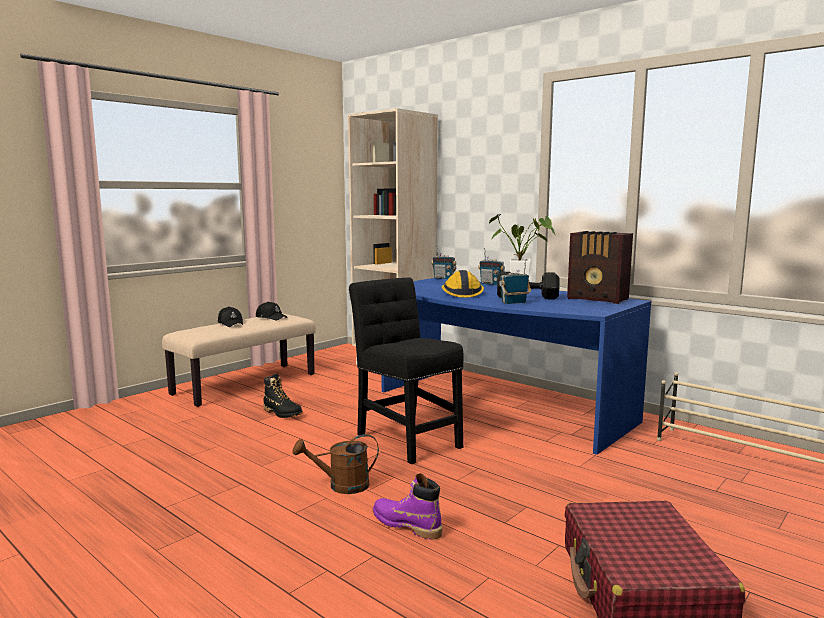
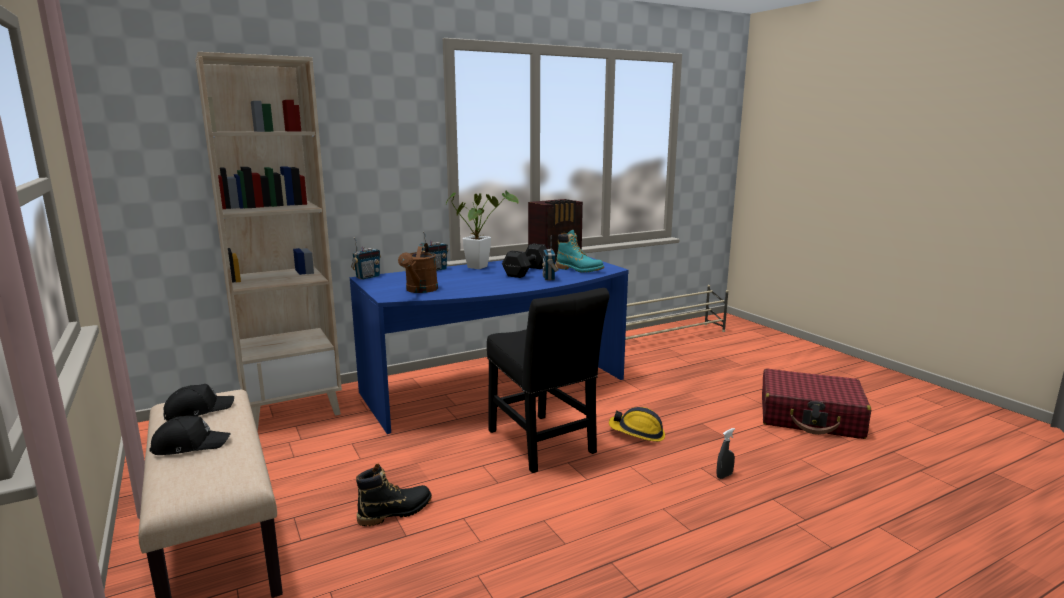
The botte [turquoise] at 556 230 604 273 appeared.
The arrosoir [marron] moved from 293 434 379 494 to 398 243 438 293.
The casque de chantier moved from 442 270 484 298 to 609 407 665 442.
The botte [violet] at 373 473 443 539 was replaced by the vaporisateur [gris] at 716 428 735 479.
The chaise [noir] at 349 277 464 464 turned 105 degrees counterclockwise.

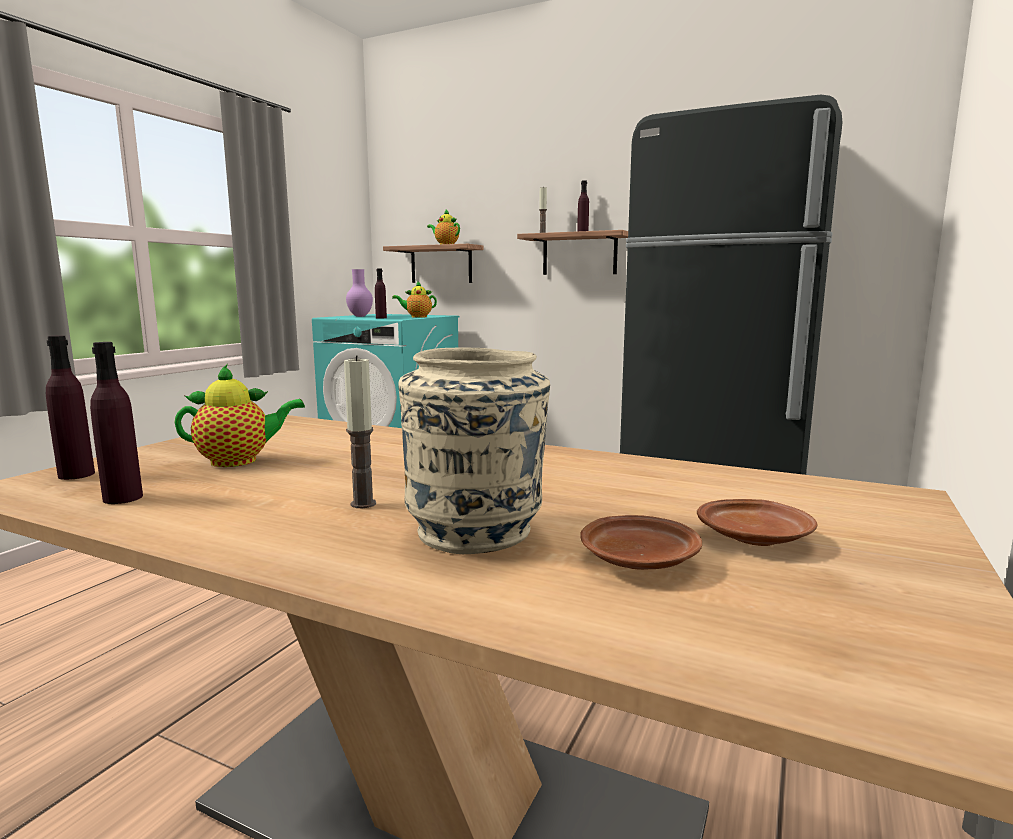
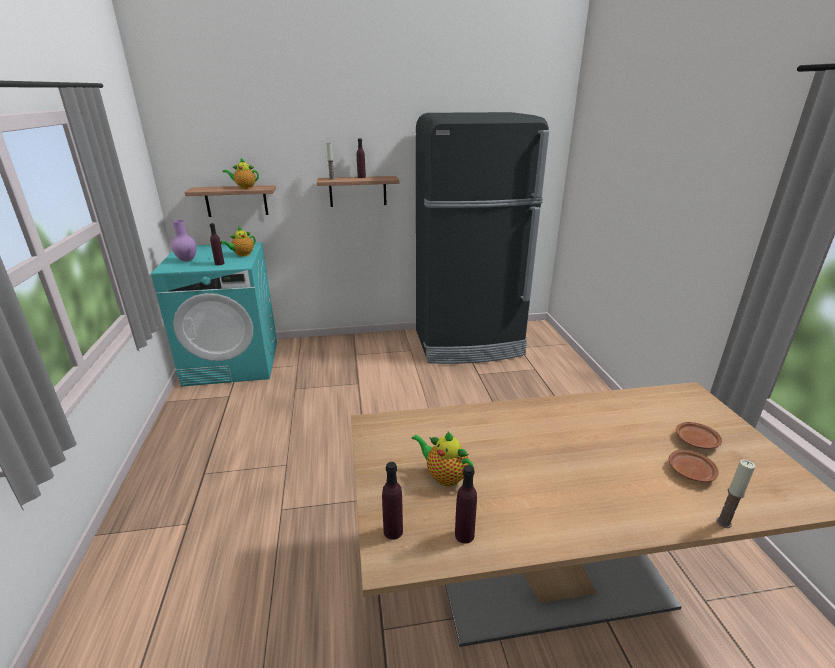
The vase [beige] at 398 347 550 554 disappeared.
The bougie moved from 344 355 376 508 to 716 459 755 528.
The théière at 175 364 305 467 turned 90 degrees counterclockwise.

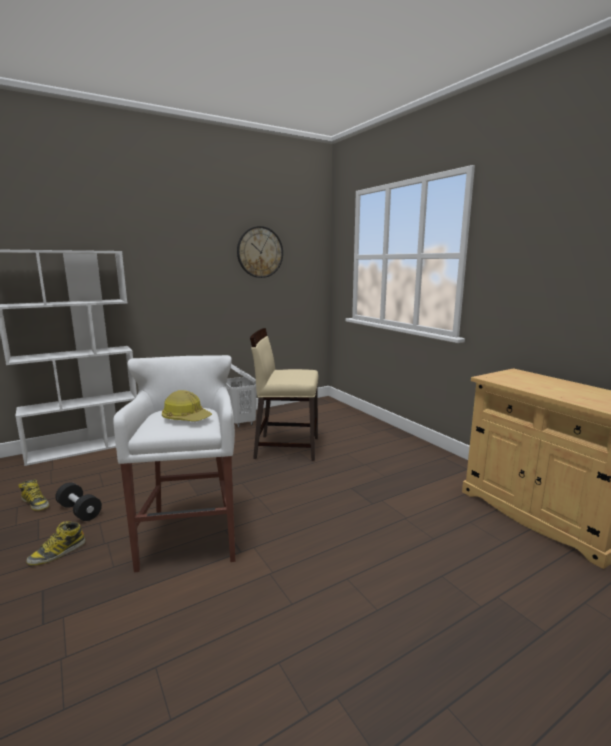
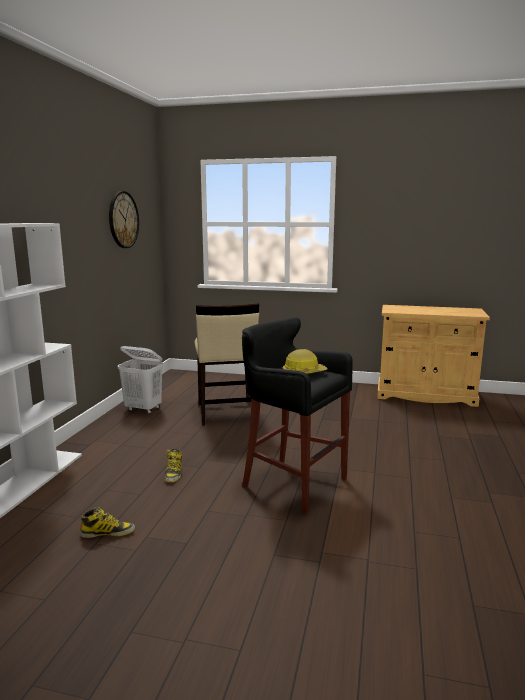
The haltère [noir] at 55 482 102 521 disappeared.
The botte moved from 26 521 86 565 to 165 449 182 482.
The tabouret [blanc] at 113 355 235 573 became the tabouret [noir] at 242 317 353 514.
The chaise [beige] at 250 328 319 461 turned 60 degrees counterclockwise.

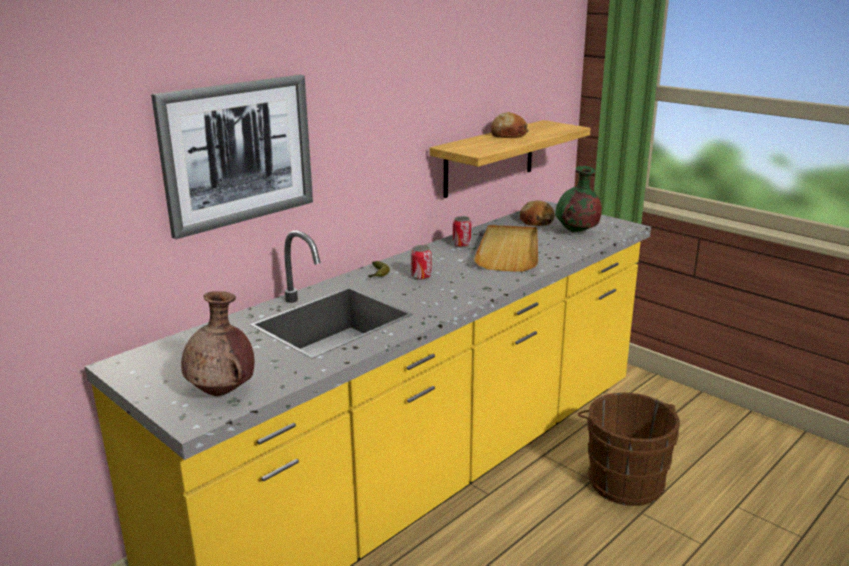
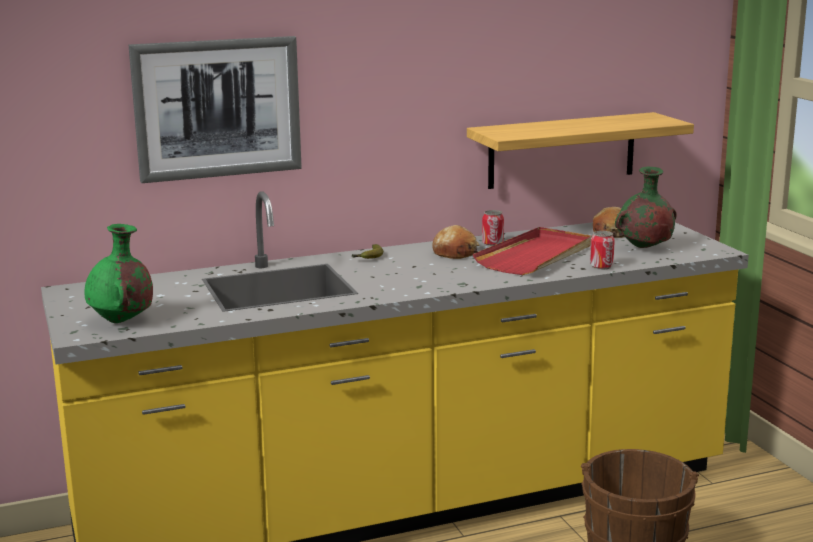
The boîte métallique moved from 411 245 432 280 to 590 231 615 270.
The pain moved from 490 112 529 138 to 432 225 479 259.
The vase [marron] at 181 291 254 396 became the vase [vert] at 84 224 153 323.
The plateau [beige] at 474 225 538 271 became the plateau [rouge] at 473 227 592 275.

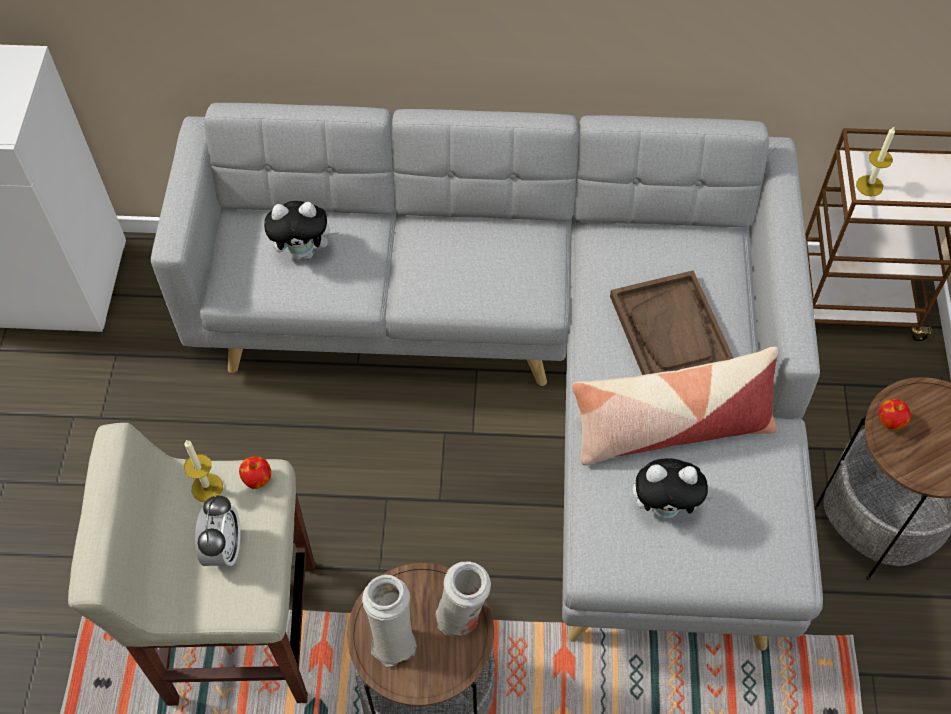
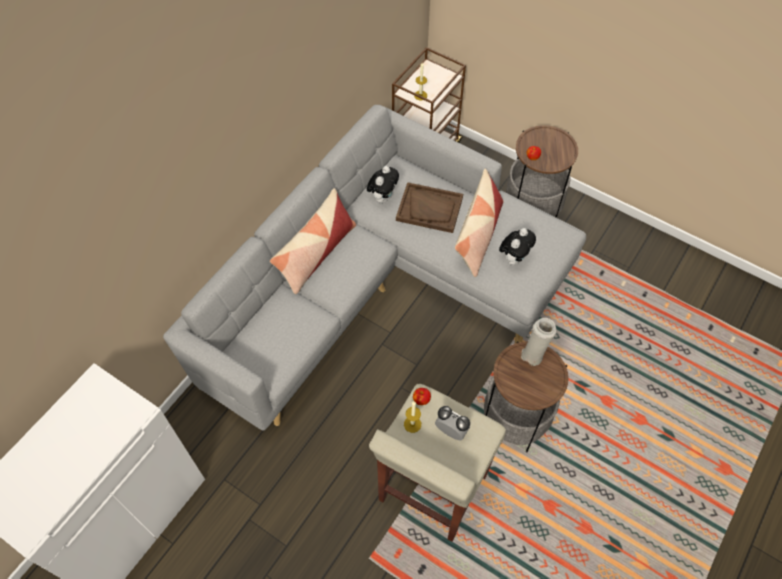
The vase [blanc] at 362 575 417 667 disappeared.
The coussin at 270 188 356 294 appeared.
The peluche moved from 264 201 339 260 to 367 166 399 204.

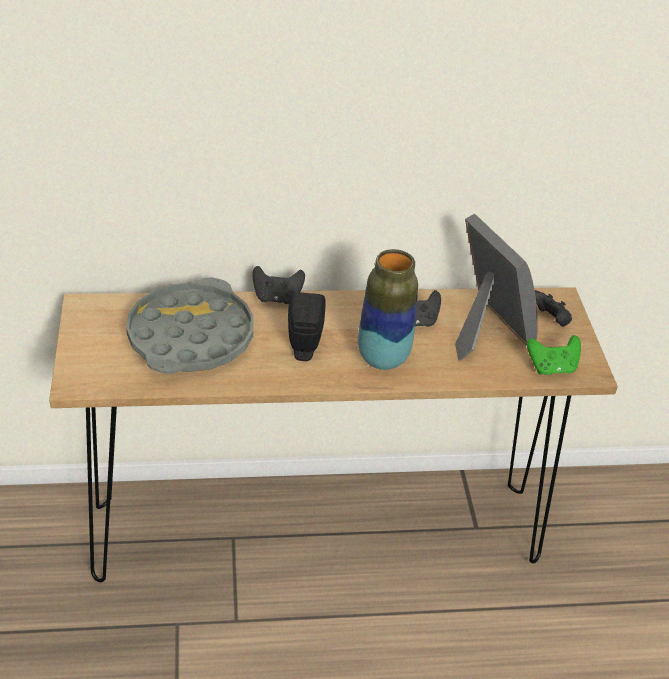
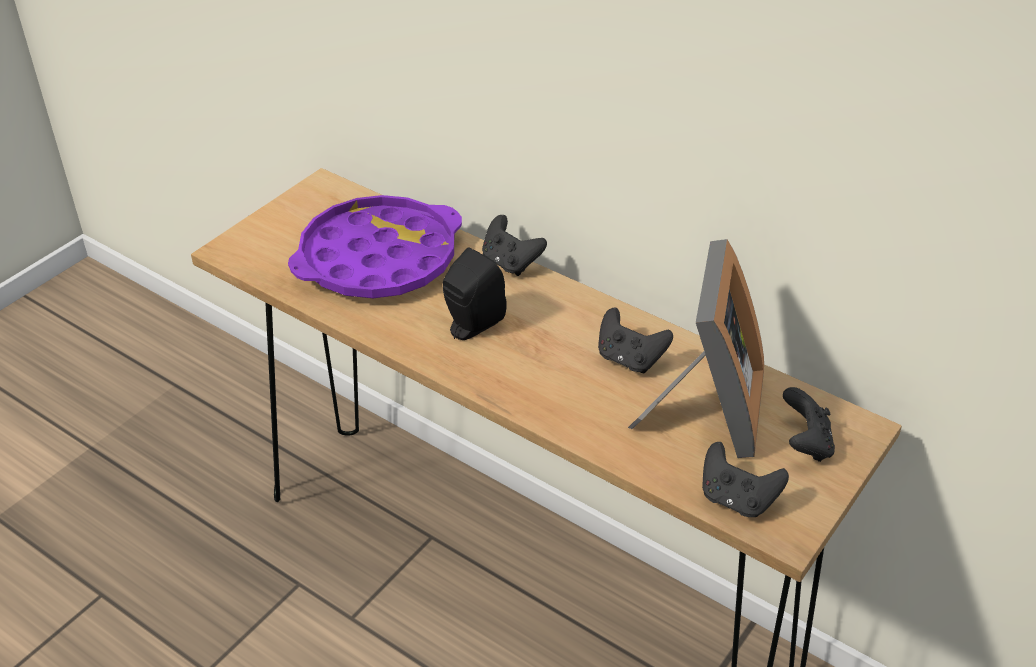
The vase at 358 249 418 370 disappeared.
The plateau [gris] at 126 277 253 374 became the plateau [violet] at 288 195 462 298.
The manette [vert] at 527 335 581 375 became the manette [noir] at 702 442 789 517.

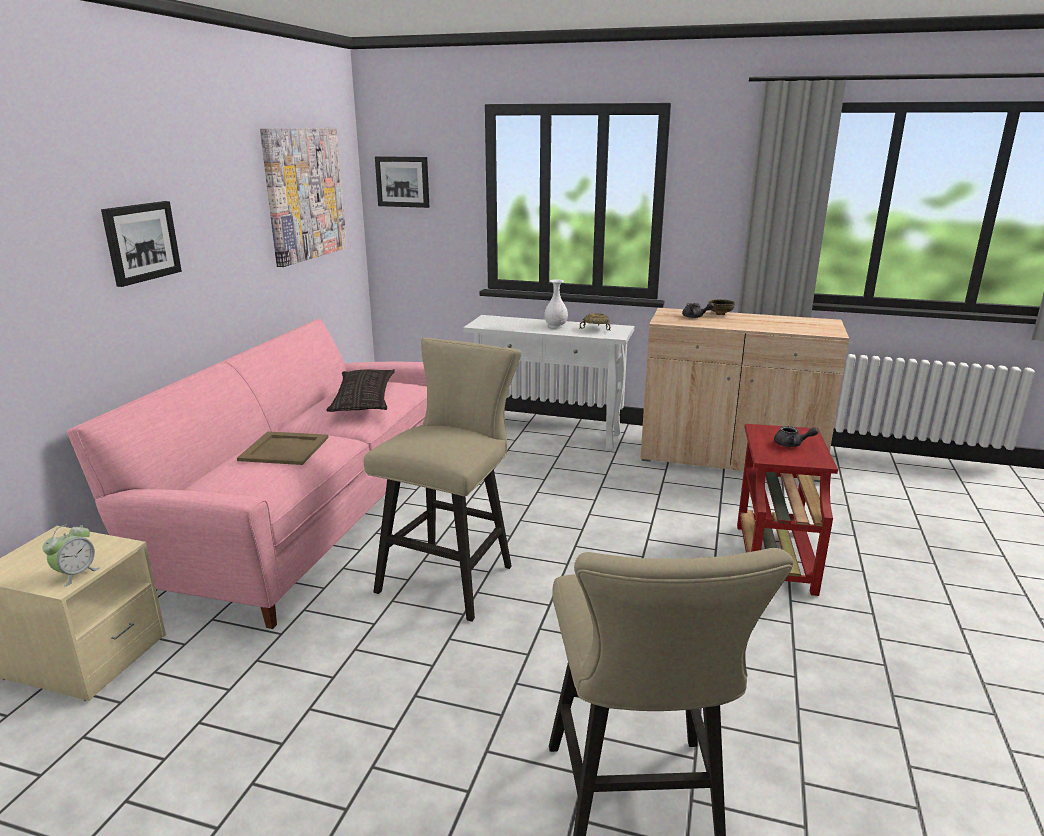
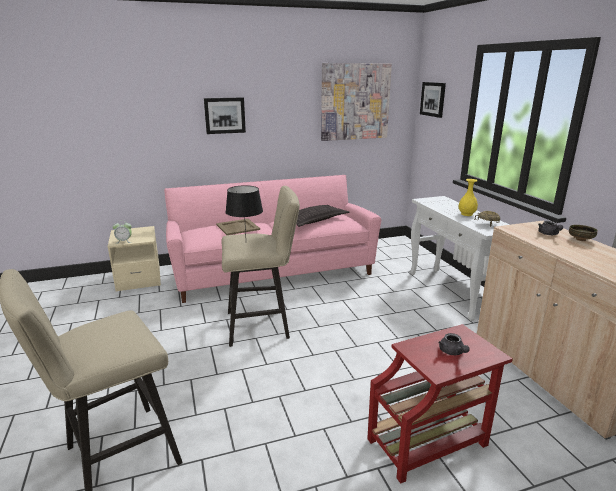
The lampe de table [noir] at 225 185 263 237 appeared.
The vase [blanc] at 544 279 568 328 became the vase [jaune] at 459 179 478 216.

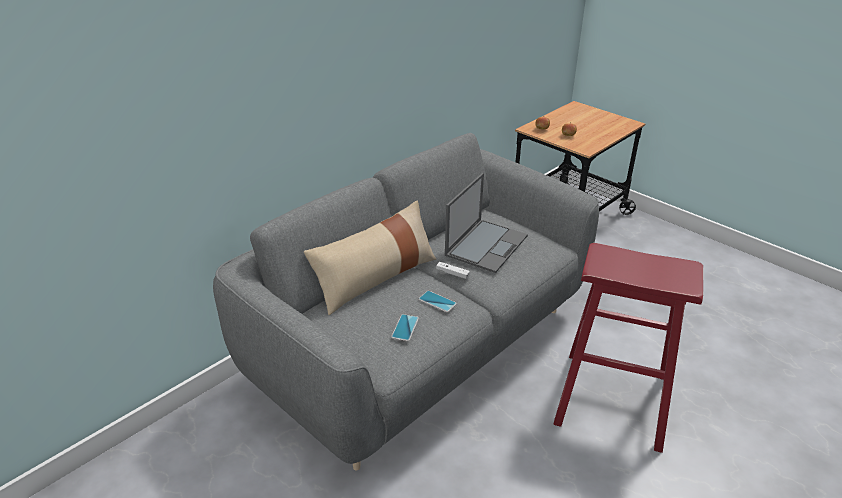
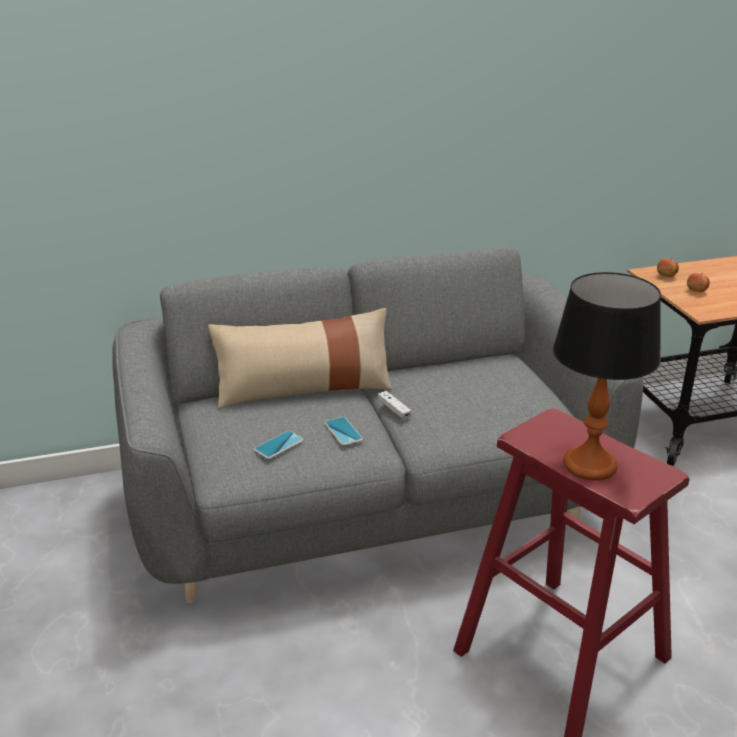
The ordinateur portable at 445 173 528 273 disappeared.
The lampe de table at 553 272 661 481 appeared.

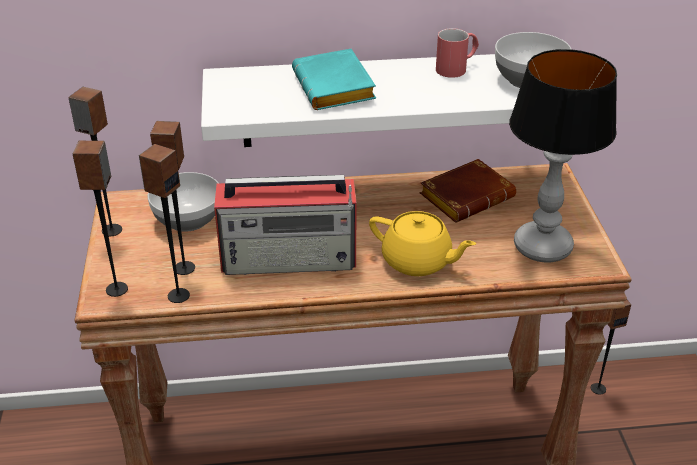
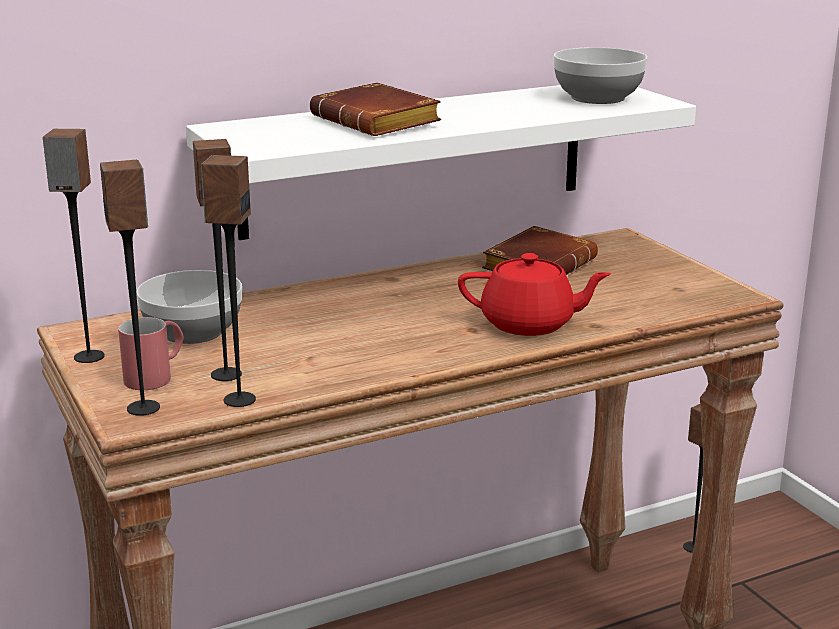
The radio at 214 175 357 275 disappeared.
The lampe de table at 509 49 617 262 disappeared.
The mug [rouge] moved from 436 28 479 78 to 118 317 184 390.
The livre [turquoise] at 292 49 376 110 became the livre [marron] at 310 82 441 136.
The théière [jaune] at 369 211 476 276 became the théière [rouge] at 458 253 611 336.

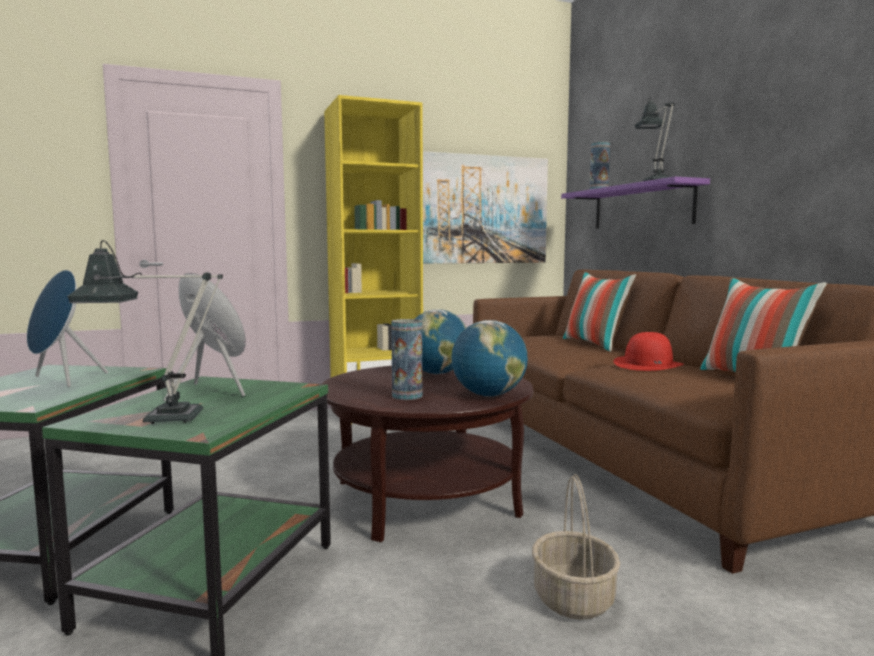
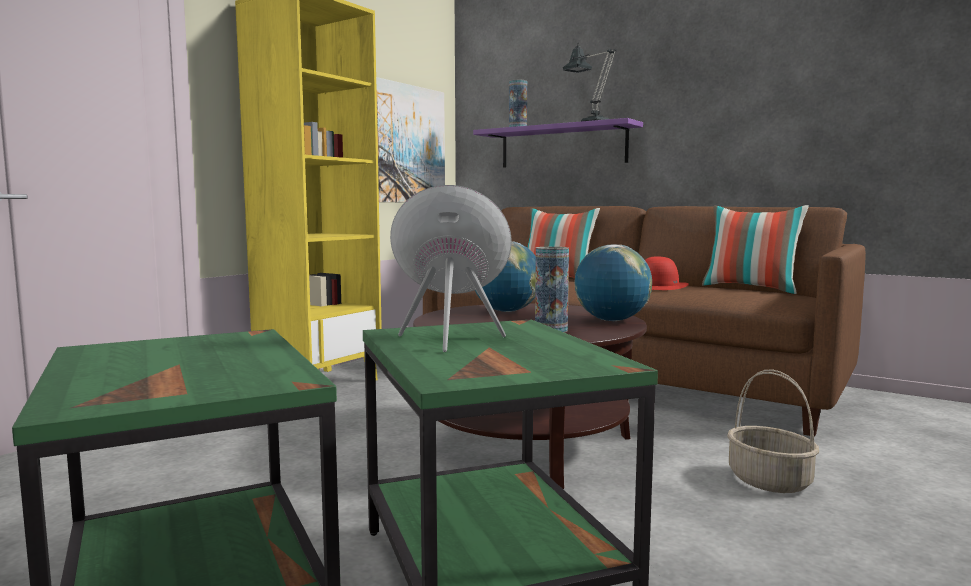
The enceinte [bleu] at 27 270 108 387 disappeared.
The lampe de table at 67 240 223 424 disappeared.

